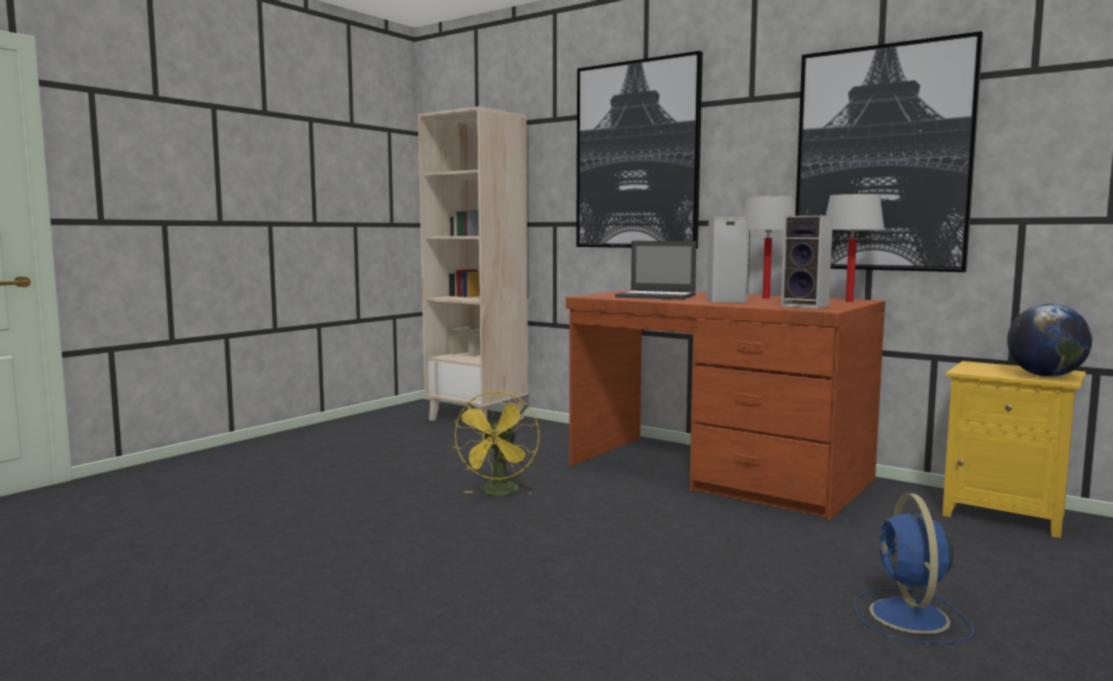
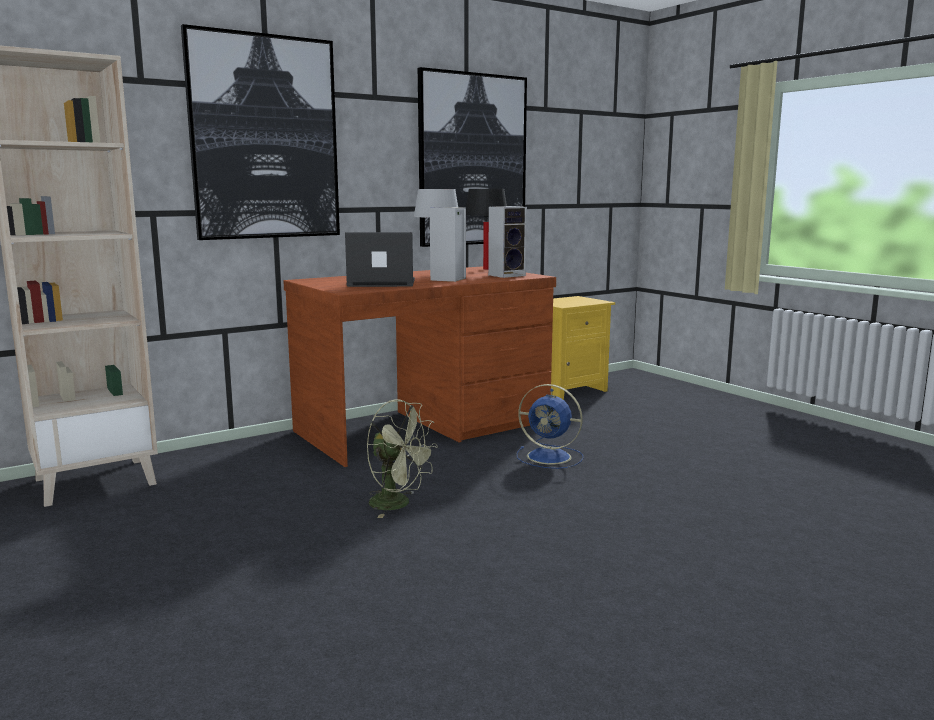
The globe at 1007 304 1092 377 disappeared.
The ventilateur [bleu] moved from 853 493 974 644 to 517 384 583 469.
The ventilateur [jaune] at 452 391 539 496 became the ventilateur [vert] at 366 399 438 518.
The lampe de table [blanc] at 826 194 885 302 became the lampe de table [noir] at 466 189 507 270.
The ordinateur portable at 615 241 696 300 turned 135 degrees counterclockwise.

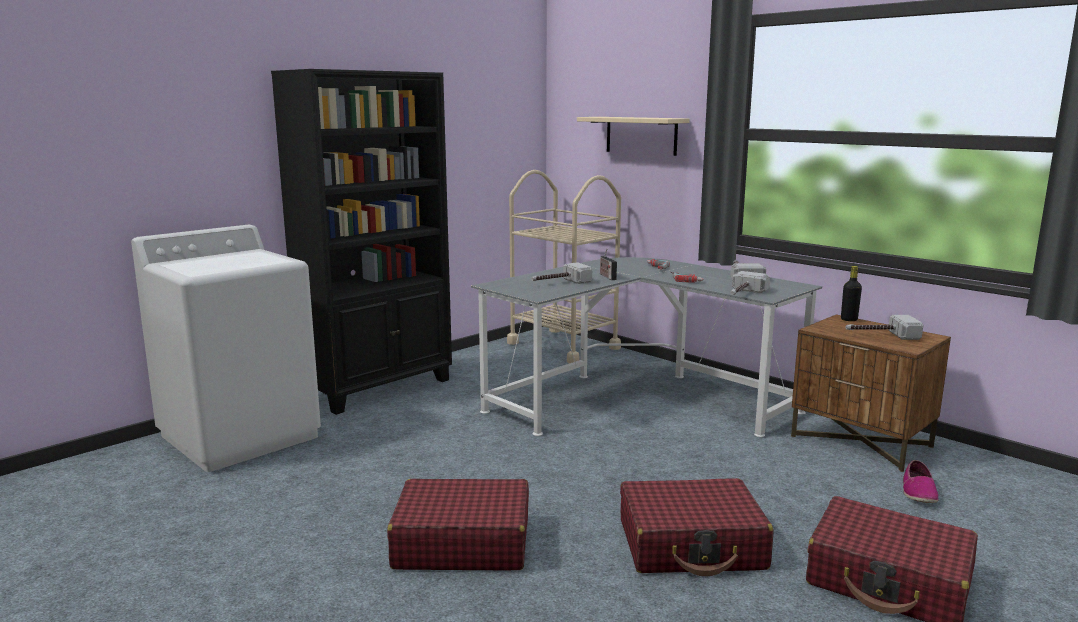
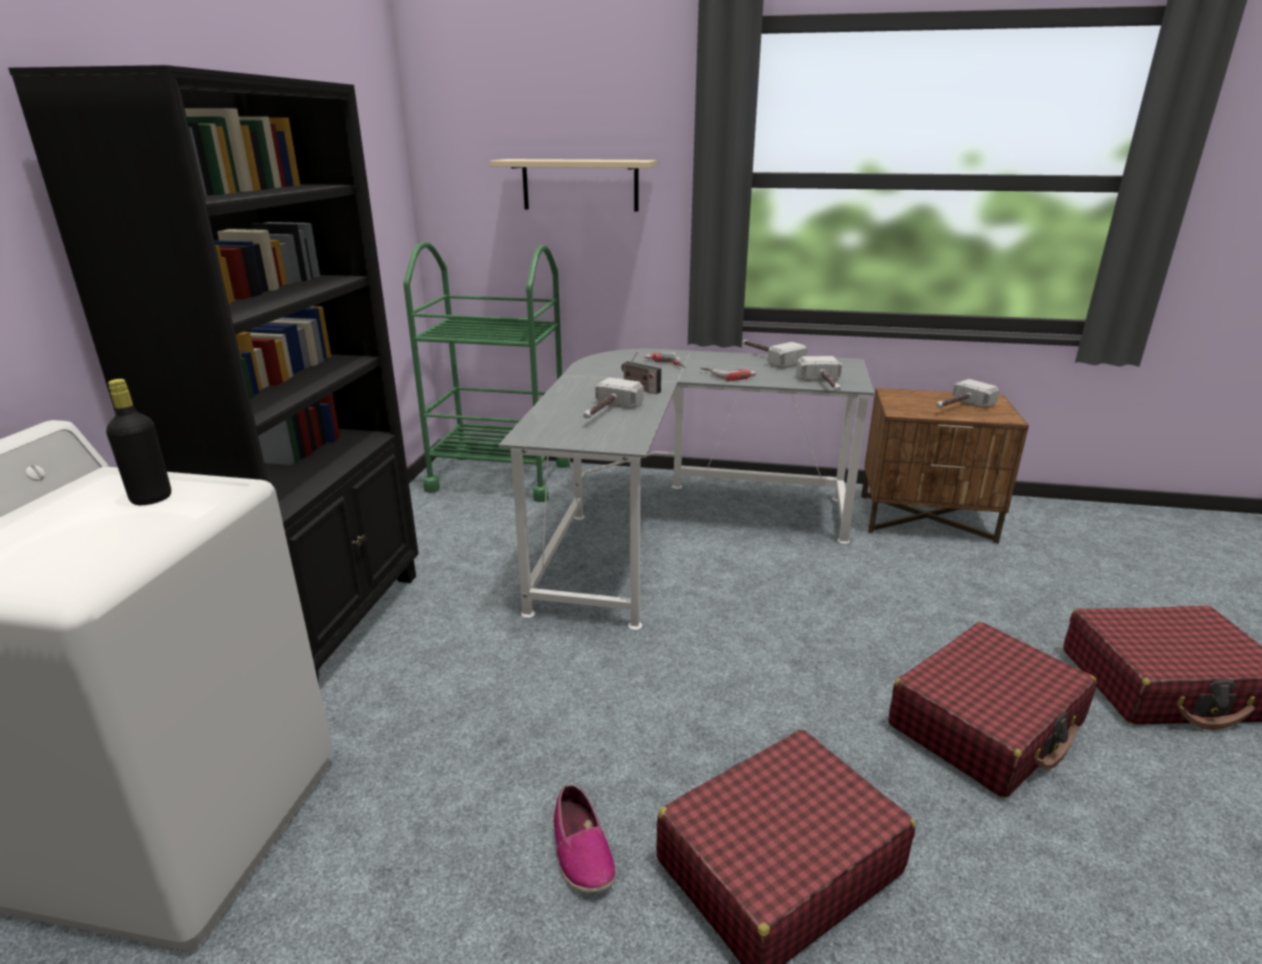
The bouteille [noir] moved from 841 266 862 321 to 106 379 171 505.
The chaussure moved from 903 460 938 503 to 553 784 616 893.
The chariot [beige] at 507 170 621 363 became the chariot [vert] at 403 242 570 502.

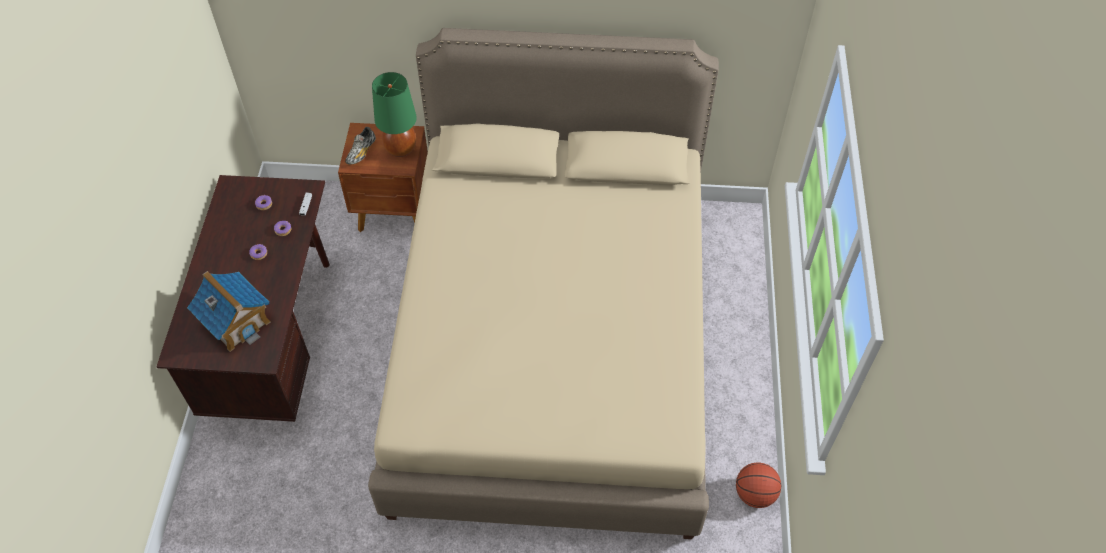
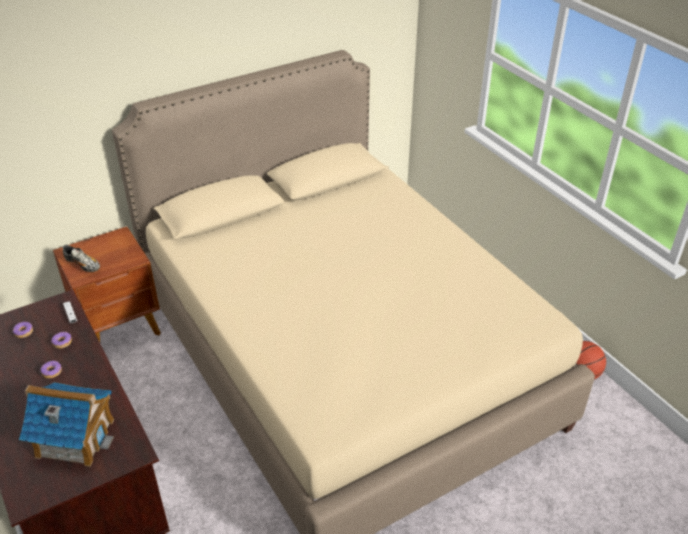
The lampe de table [vert] at 372 72 417 157 disappeared.
The chaussure at 345 127 376 165 turned 45 degrees counterclockwise.

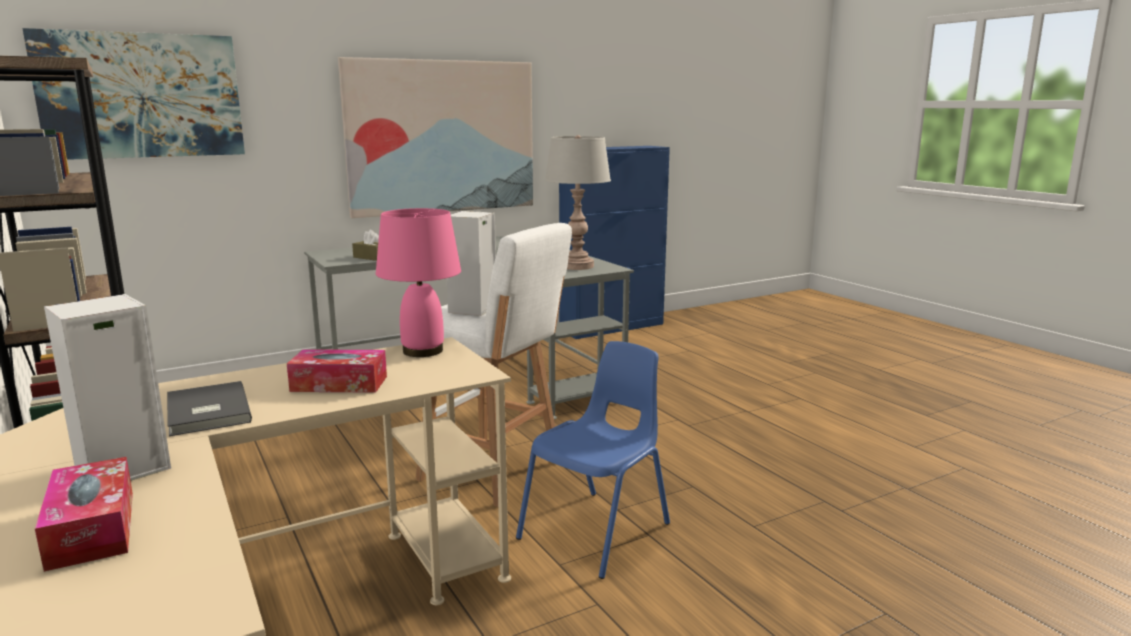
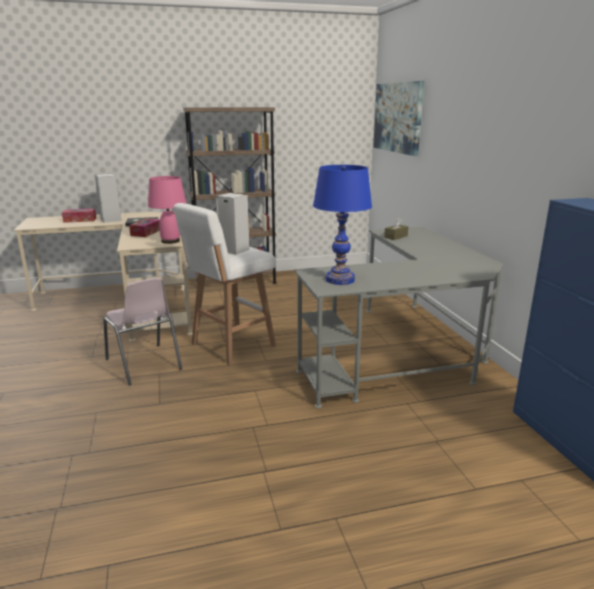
The tableau at 338 57 533 218 disappeared.
The chaise [bleu] at 516 341 670 579 became the chaise [rose] at 103 278 182 385.
The lampe de table [gris] at 545 135 611 270 became the lampe de table [bleu] at 313 165 372 285.

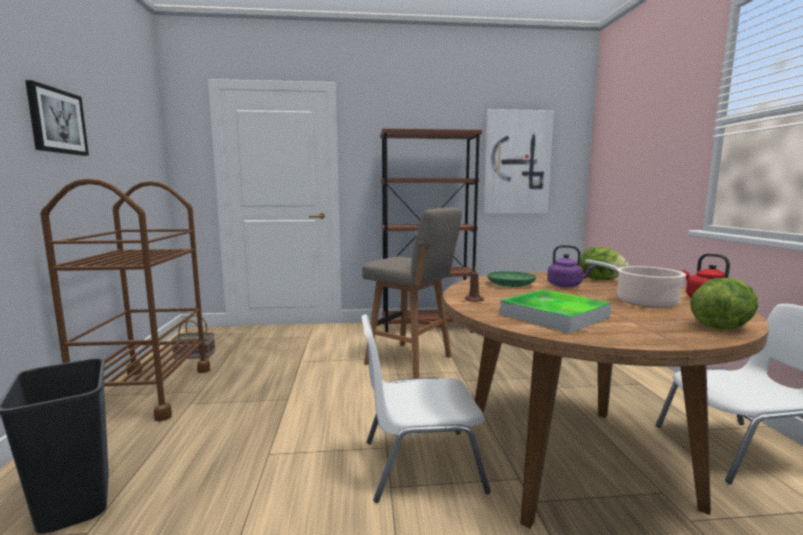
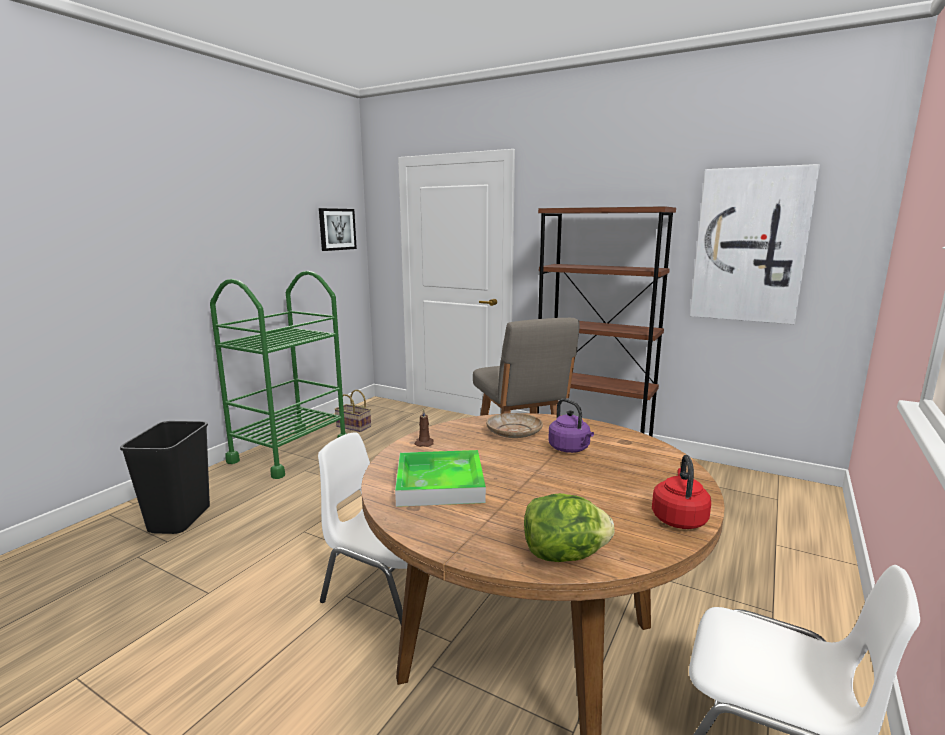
The laitue at 580 247 629 280 disappeared.
The marmite at 585 260 686 308 disappeared.
The tableau moved from 25 80 89 156 to 319 208 357 251.
The chariot [marron] at 40 178 210 421 became the chariot [vert] at 210 271 347 479.
The assiette [vert] at 487 271 536 287 became the assiette [beige] at 486 413 543 438.

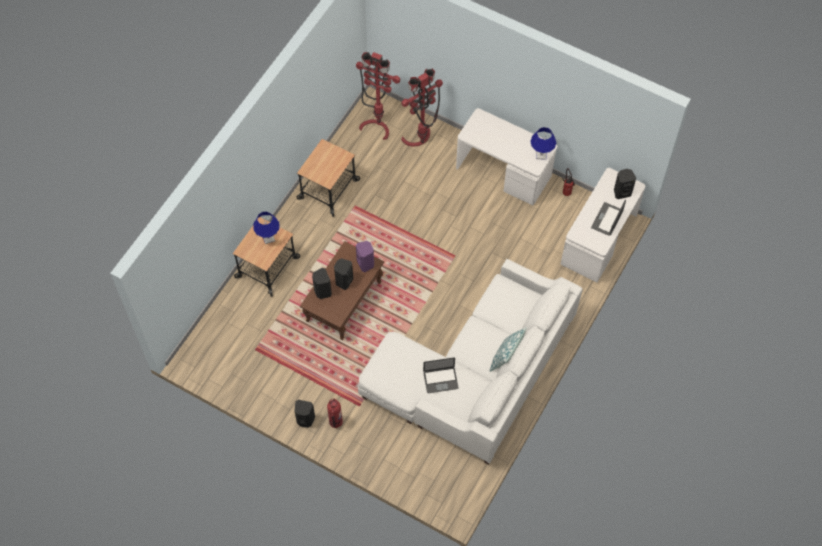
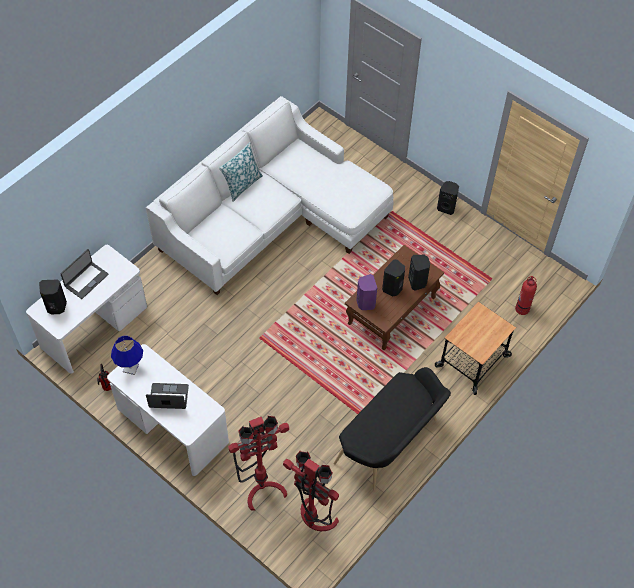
The lampe de table [bleu] at 253 212 280 244 disappeared.
The extincteur moved from 327 398 343 428 to 515 276 537 315.
The ordinateur portable moved from 423 357 458 393 to 146 383 189 409.
The chariot at 297 139 360 217 was replaced by the banc [noir] at 334 367 451 490.

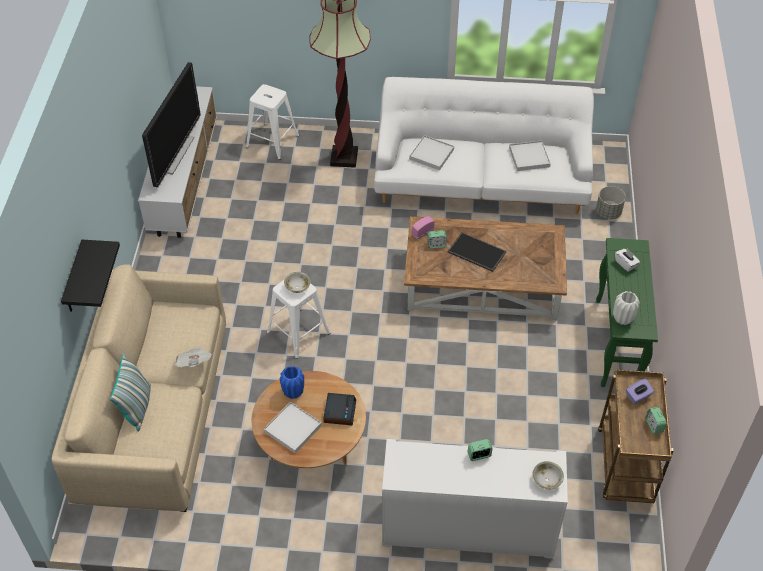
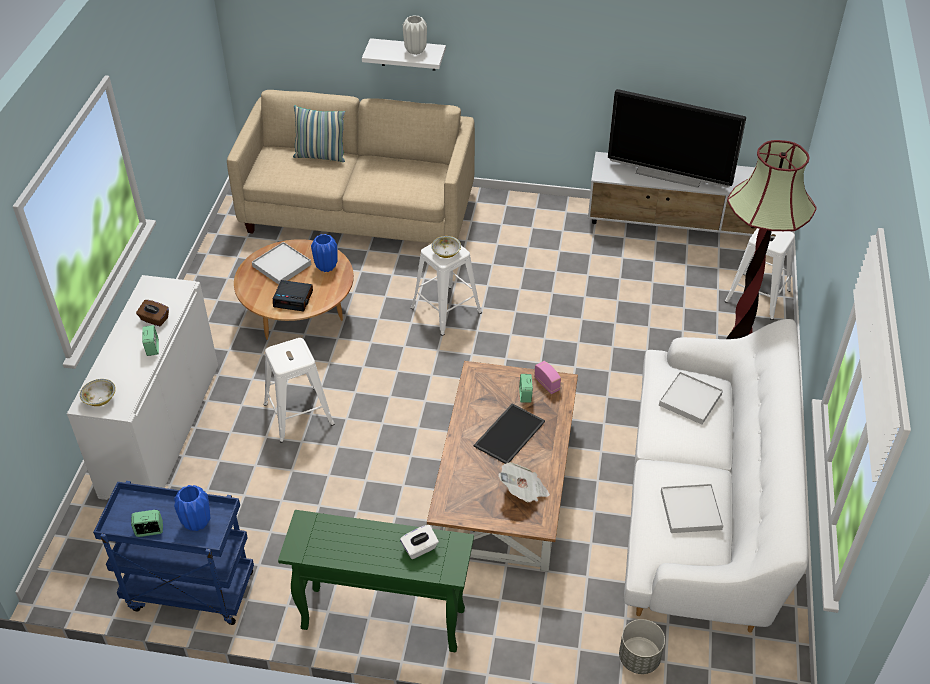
The boîte à mouchoirs [marron] at 136 300 169 326 appeared.
The tabouret [blanc] at 264 338 335 443 appeared.
The journal moved from 174 346 212 367 to 498 462 550 502.
The vase [blanc] moved from 613 291 640 325 to 403 15 427 55.
The boîte à mouchoirs [violet] at 626 379 654 404 was replaced by the vase [bleu] at 174 485 211 531.
The étagère [noir] at 61 240 120 312 became the étagère [blanc] at 362 38 446 71.
The chariot [marron] at 598 369 674 503 became the chariot [bleu] at 93 481 254 625.

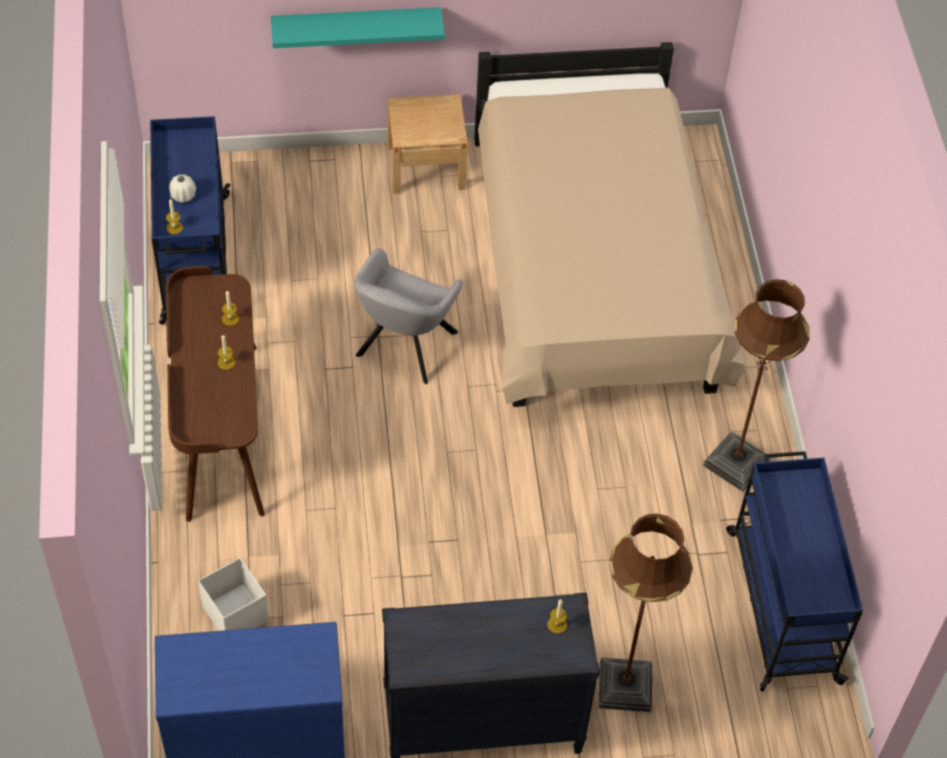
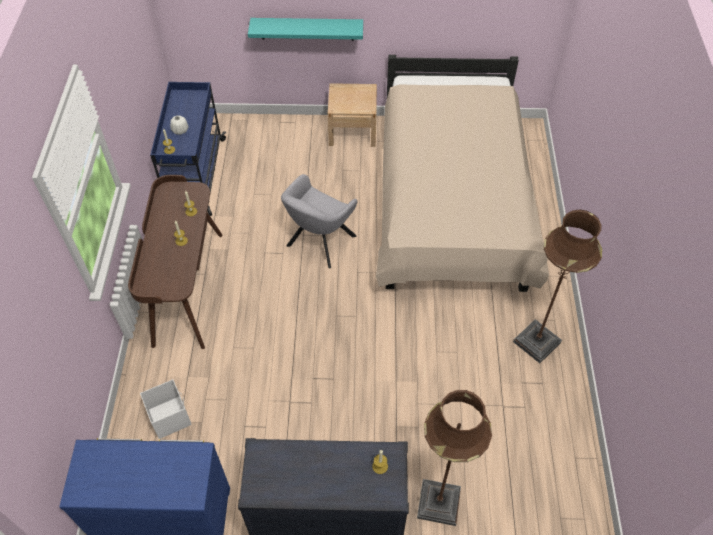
The chariot [bleu] at 726 451 863 691 disappeared.

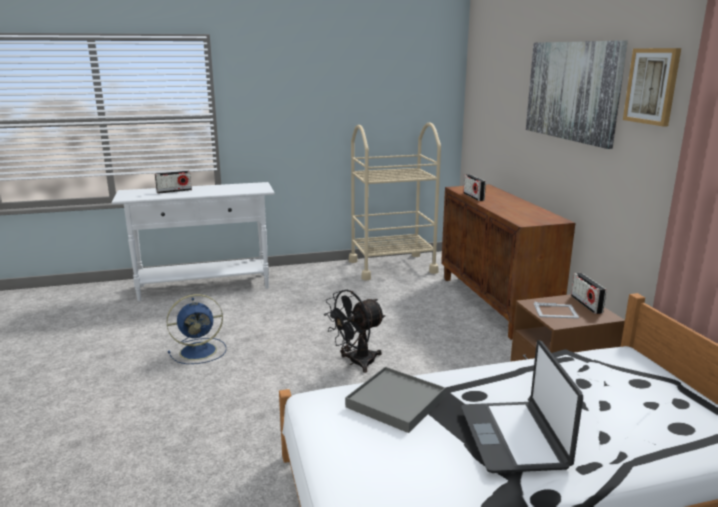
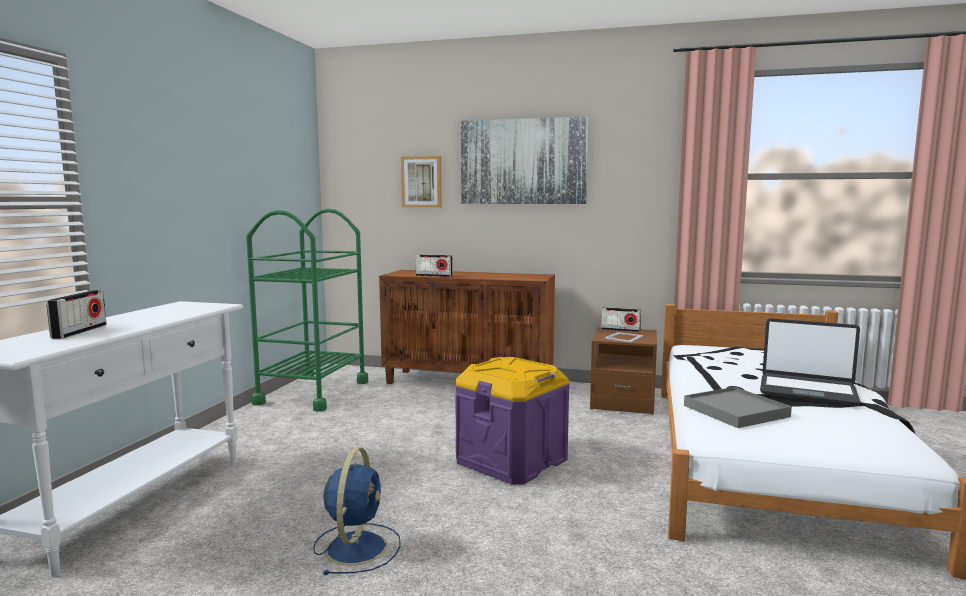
The tableau moved from 623 48 681 127 to 401 156 442 208.
The ventilateur [noir] at 324 290 386 373 was replaced by the boîte de rangement [violet] at 455 357 570 485.
The chariot [beige] at 349 123 441 280 became the chariot [vert] at 246 208 368 412.

